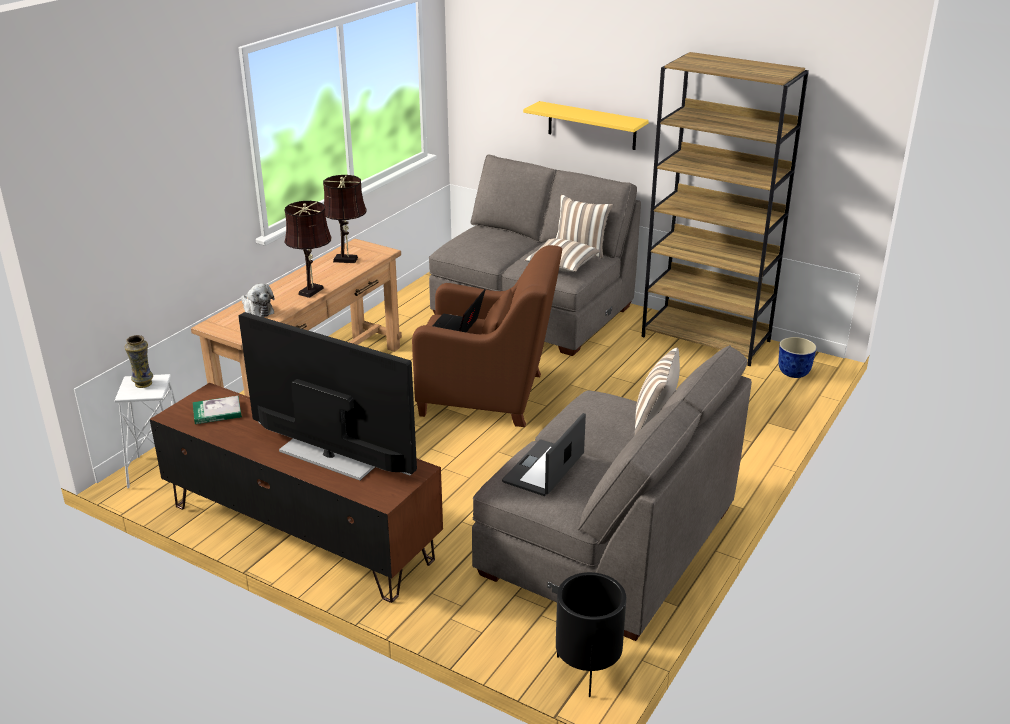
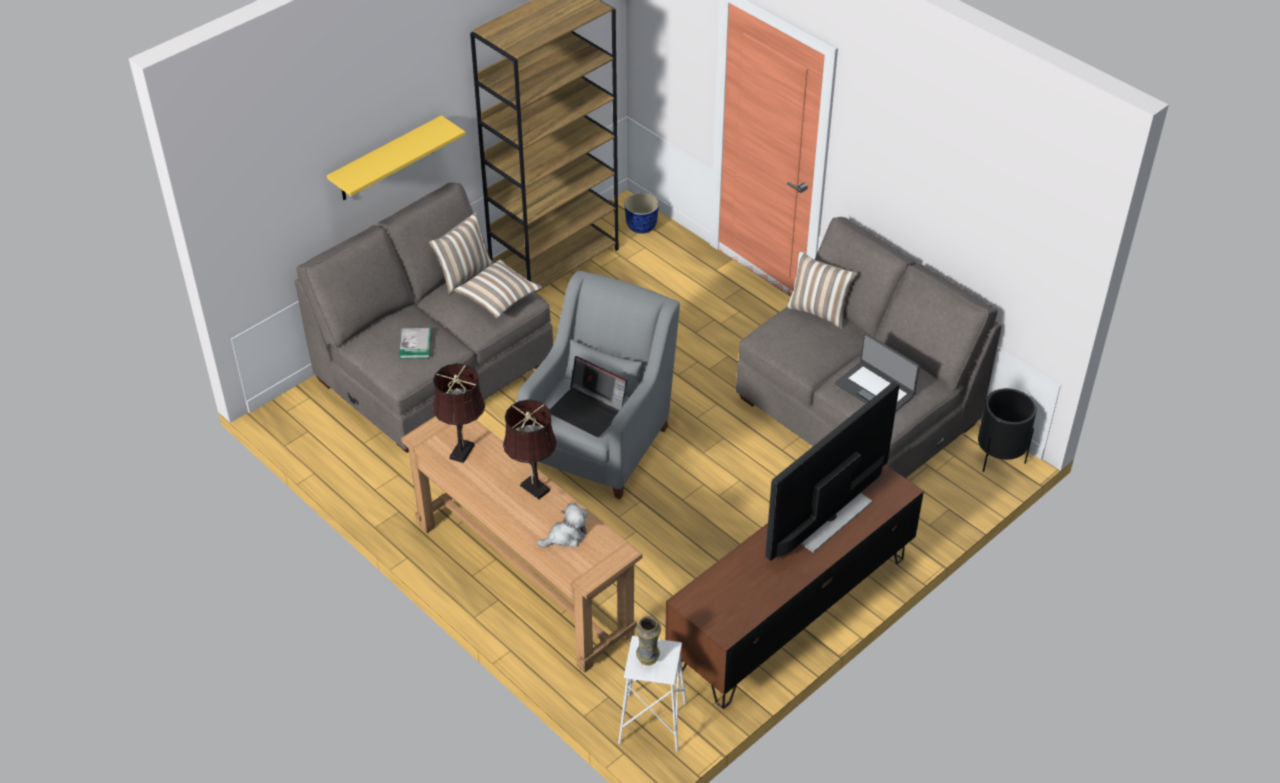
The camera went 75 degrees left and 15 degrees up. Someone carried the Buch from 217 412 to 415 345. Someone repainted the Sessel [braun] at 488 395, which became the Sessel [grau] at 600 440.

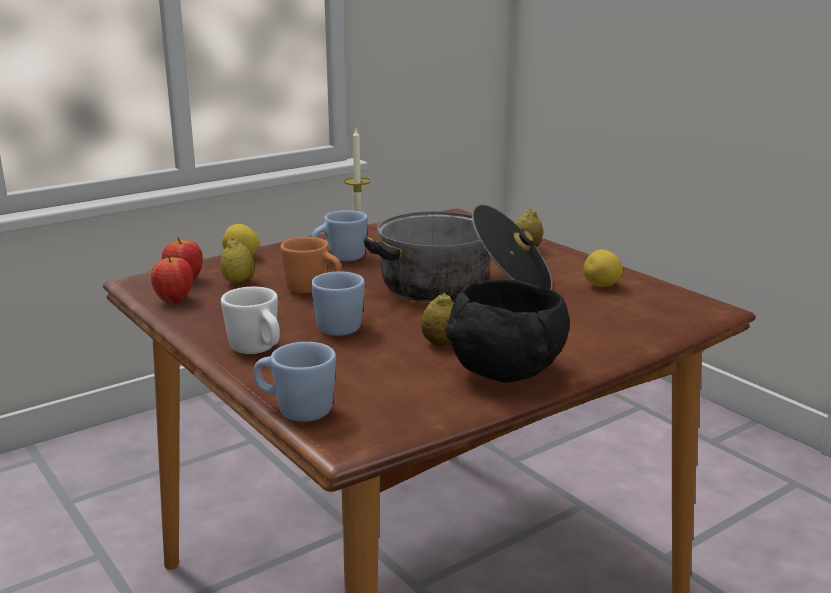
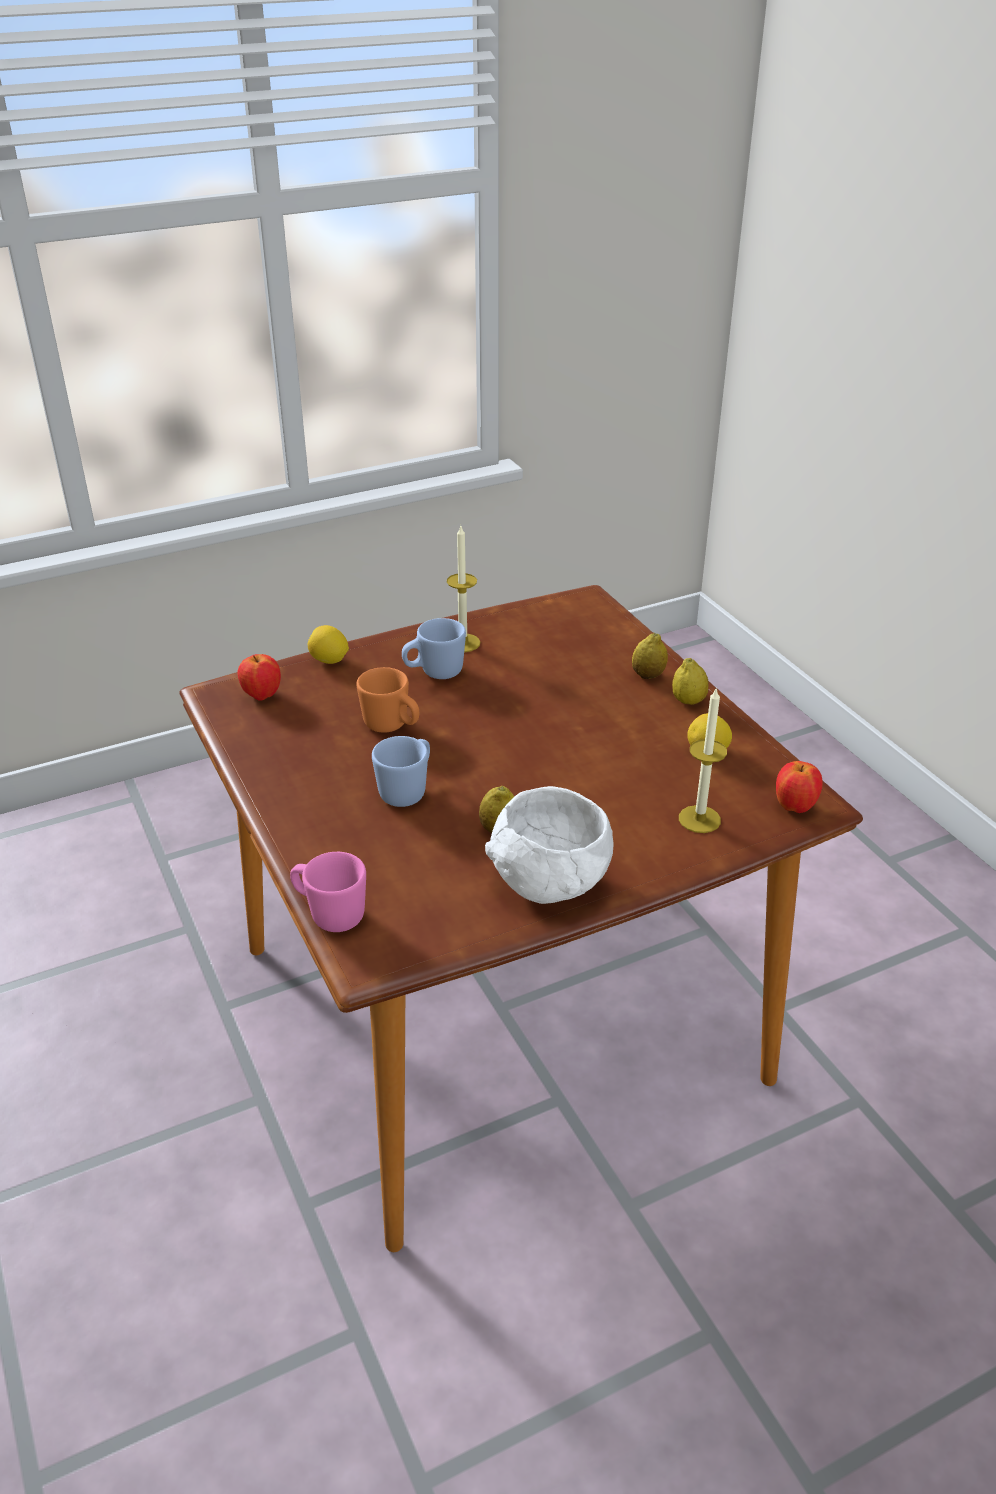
The camera went 10 degrees right and 15 degrees up. Someone repainted the Henkelbecher [blau] at 295 411, which became the Henkelbecher [rosa] at 329 914. Someone repainted the Schüssel [schwarz] at 506 374, which became the Schüssel [weiß] at 550 885. Someone carried the Zitrone from 239 282 to 688 701. Someone put down the Kerze at 699 819. Someone carried the Apfel from 174 300 to 794 807. Someone took away the Henkelbecher [weiß] at 258 350. Someone took away the Kochtopf at 462 287.

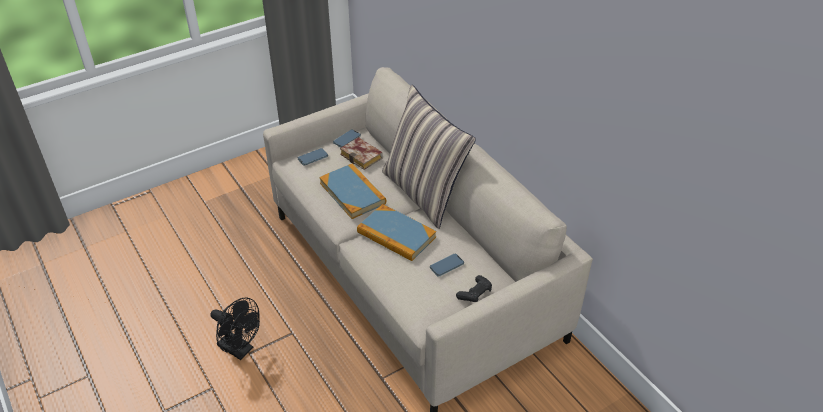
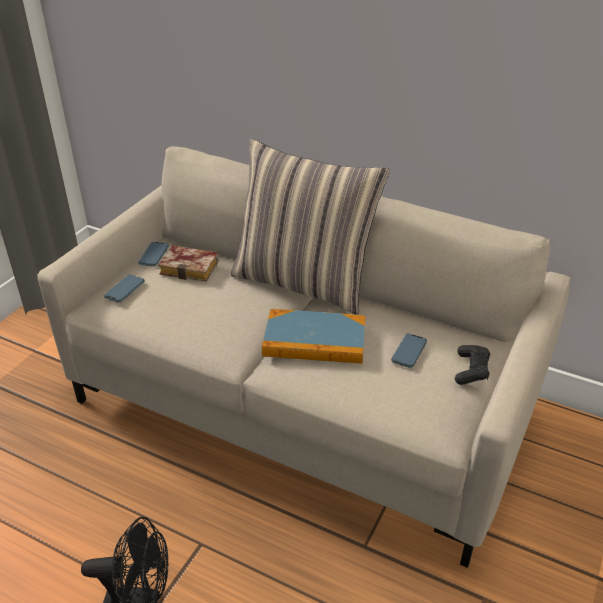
The camera went 30 degrees left and 5 degrees down. Someone took away the Buch at 352 193.

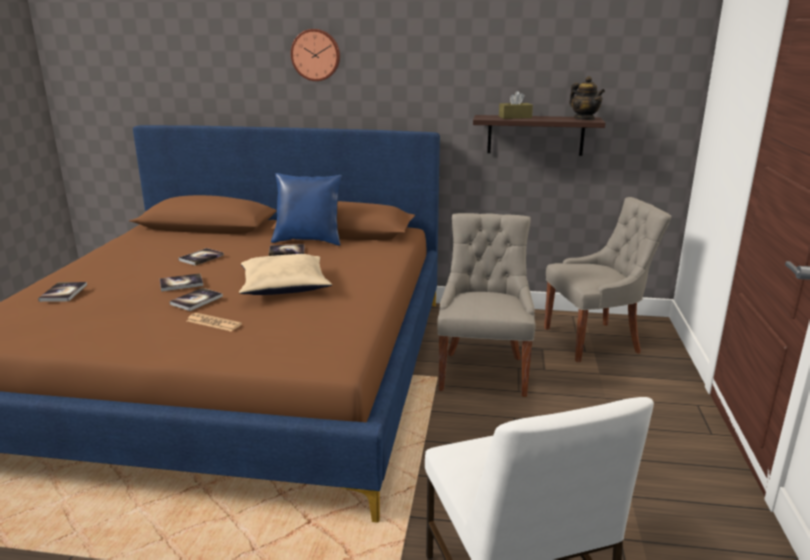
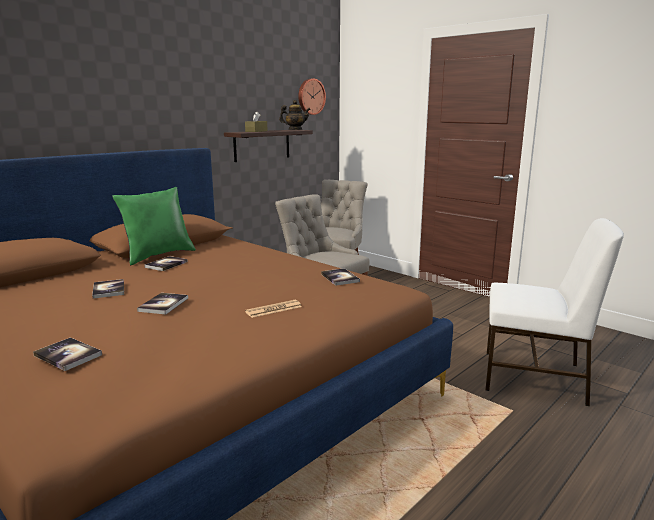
The camera went 55 degrees left and 5 degrees down. Someone repainted the Kissen [blau] at 309 241, which became the Kissen [grün] at 158 255. Someone carried the Wanduhr from 316 55 to 310 96. Someone carried the Buch from 196 300 to 340 278. Someone took away the Kissen [beige] at 285 286.

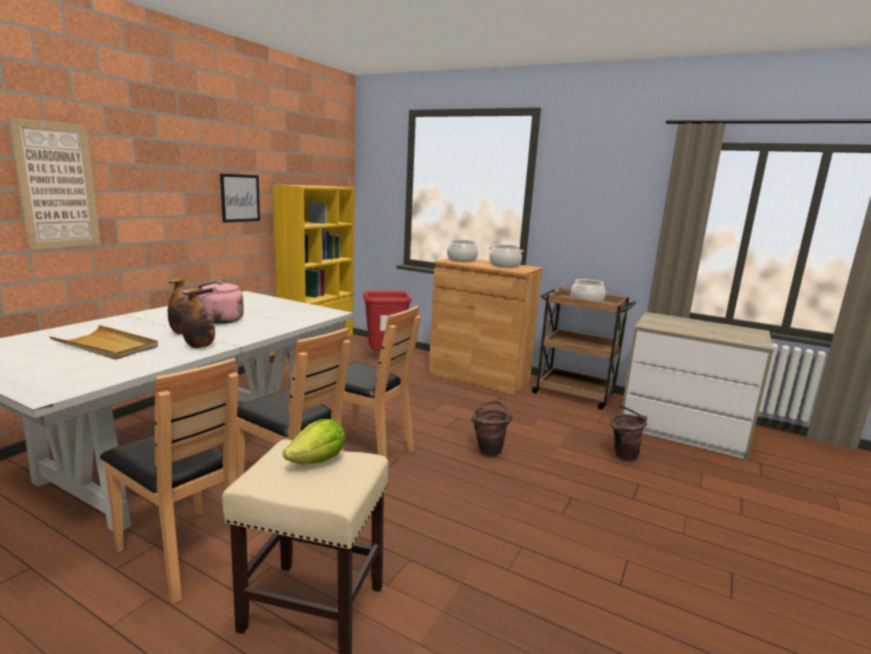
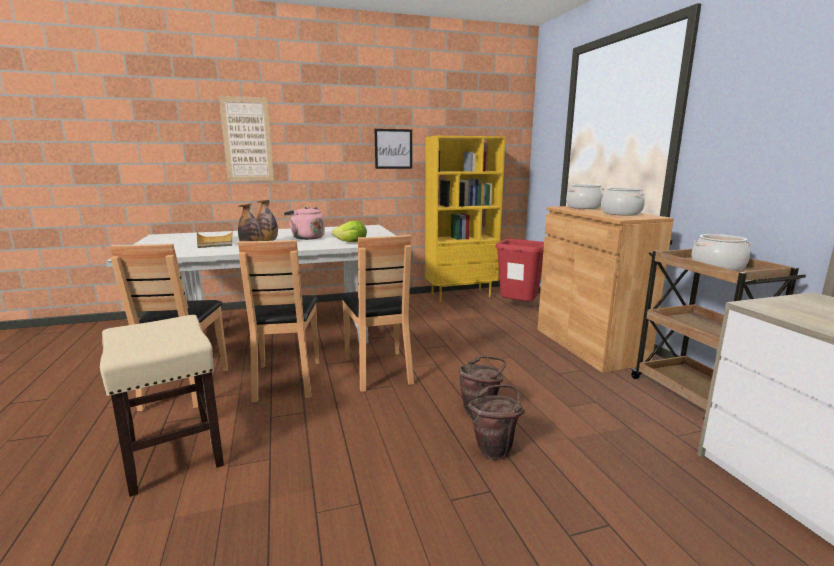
The camera went 45 degrees right and 0 degrees up. Someone carried the Salatkopf from 318 461 to 351 242. Someone carried the Eimer [braun] from 622 454 to 495 449.

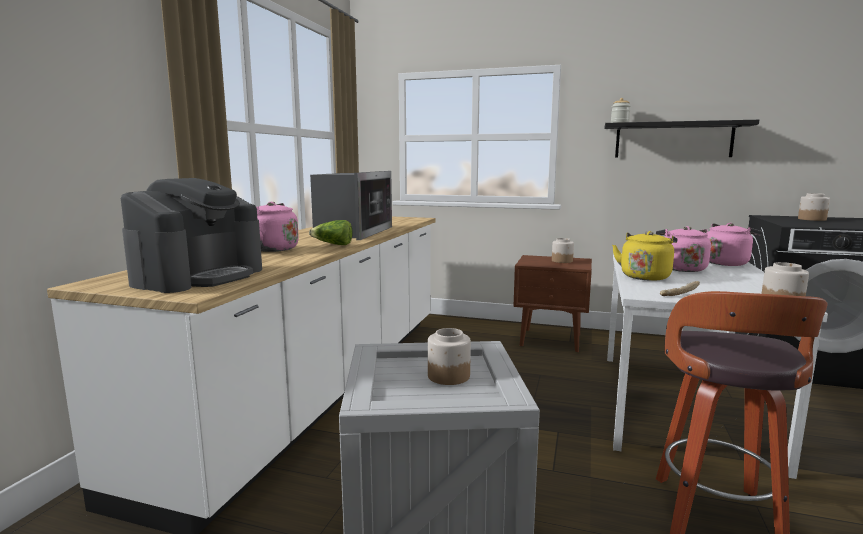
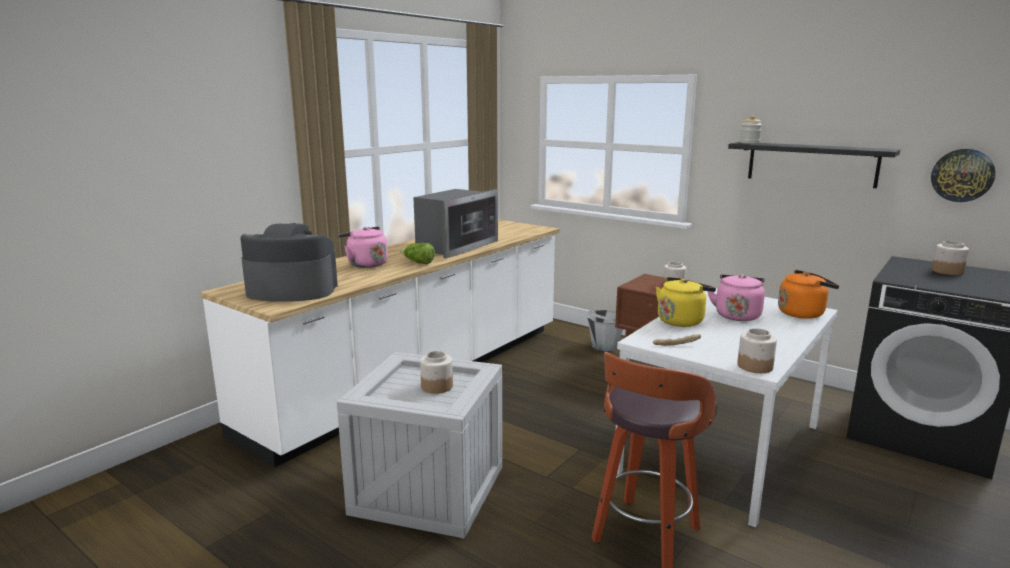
The camera went 20 degrees right and 5 degrees up. Someone rotated the Kaffeemaschine at 199 276 by 135 degrees counterclockwise. Someone put down the Eimer [grau] at 604 346. Someone repainted the Wasserkessel [rosa] at 726 263, which became the Wasserkessel [orange] at 803 313. Someone put up the Wanduhr at 962 175.

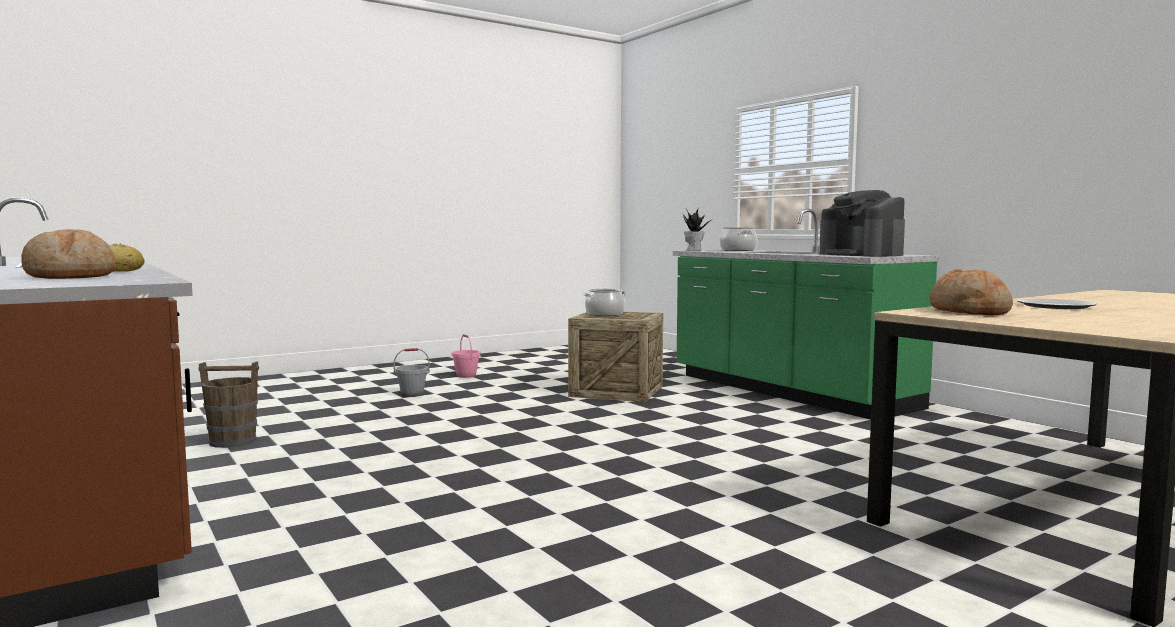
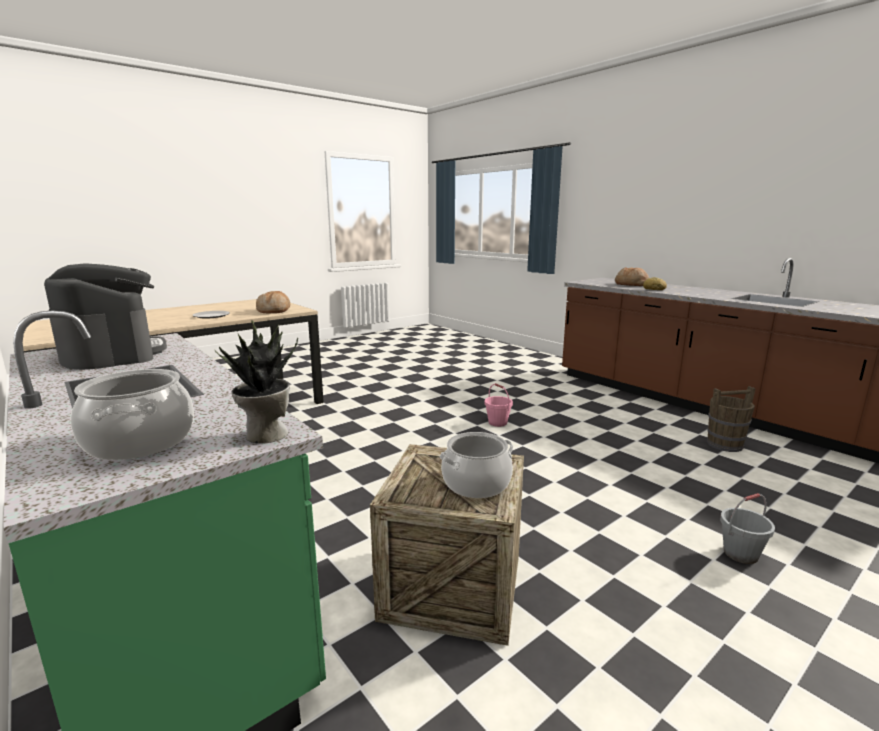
The camera went 175 degrees right and 10 degrees up. Someone carried the Eimer [rosa] from 466 375 to 498 423.

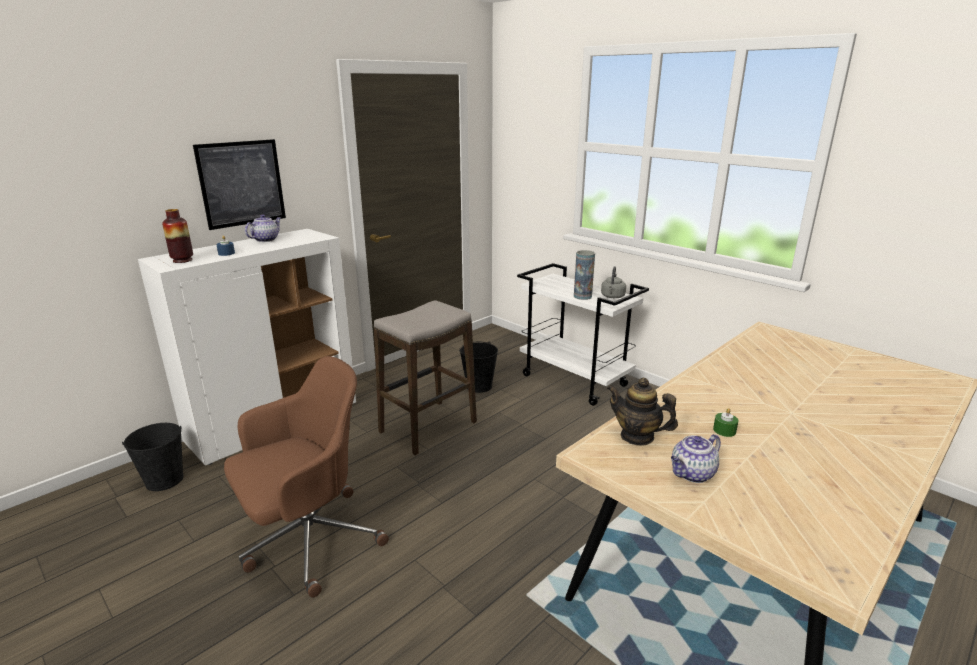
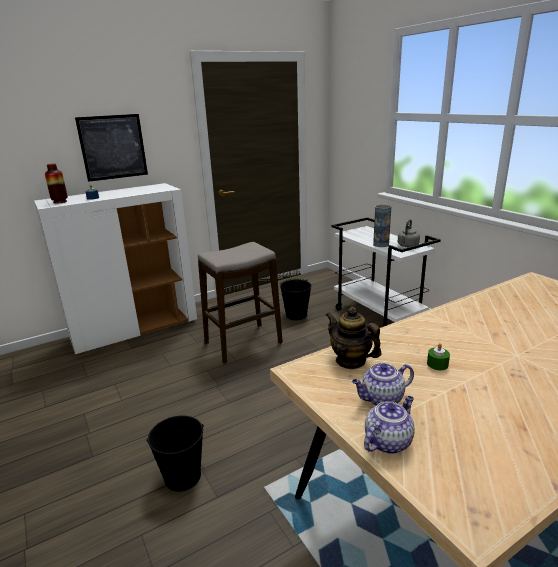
The camera went 15 degrees right and 0 degrees up. Someone carried the Eimer [schwarz] from 164 480 to 182 476. Someone carried the Teekanne from 266 239 to 388 441. Someone took away the Bürostuhl [braun] at 308 540.

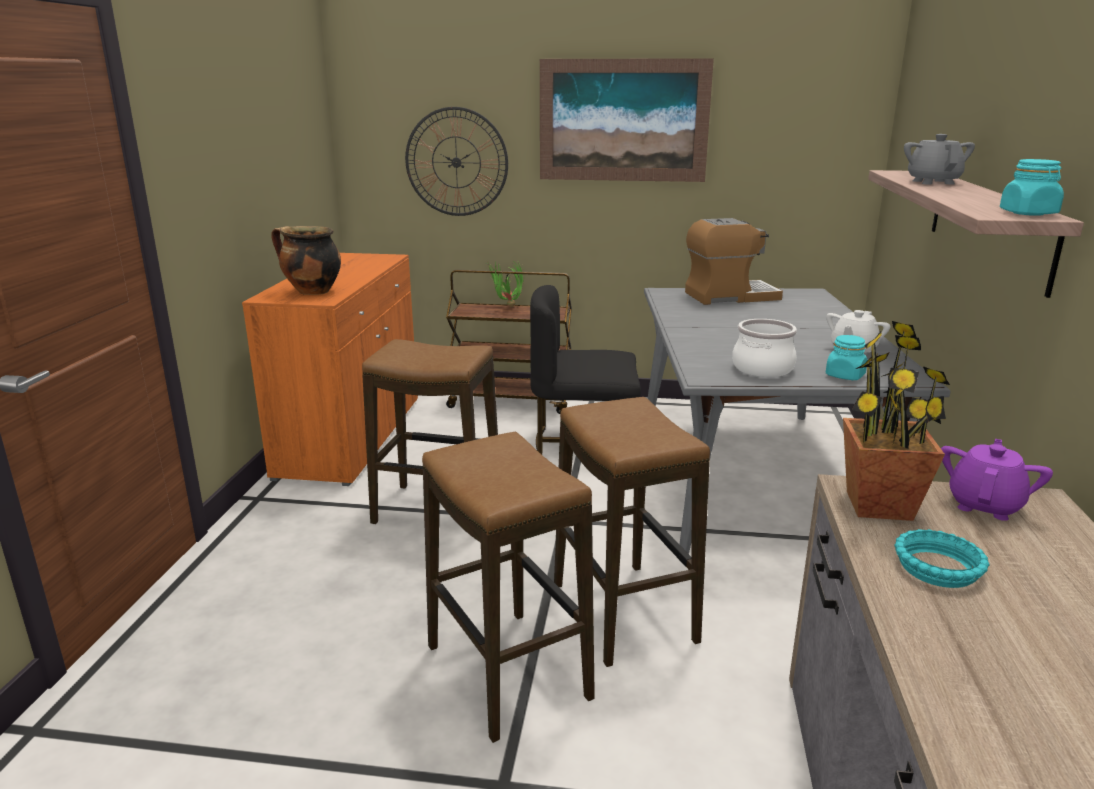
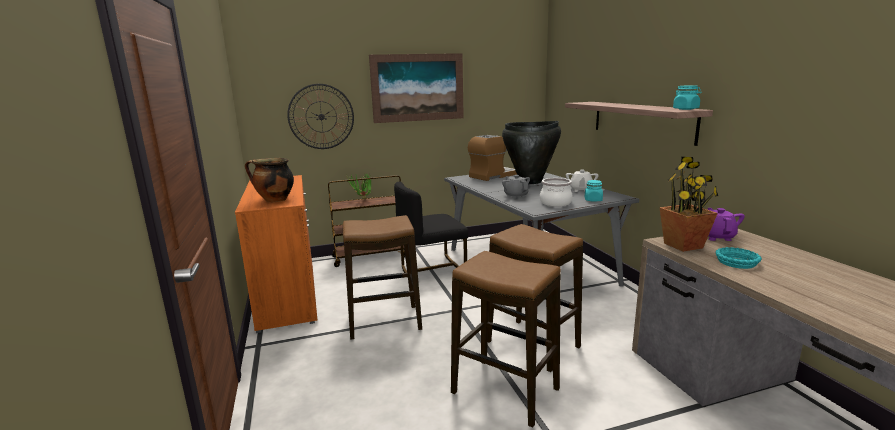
The camera went 25 degrees left and 5 degrees down. Someone put down the Vase [schwarz] at 530 181. Someone carried the Teekanne [grau] from 933 182 to 516 196.

